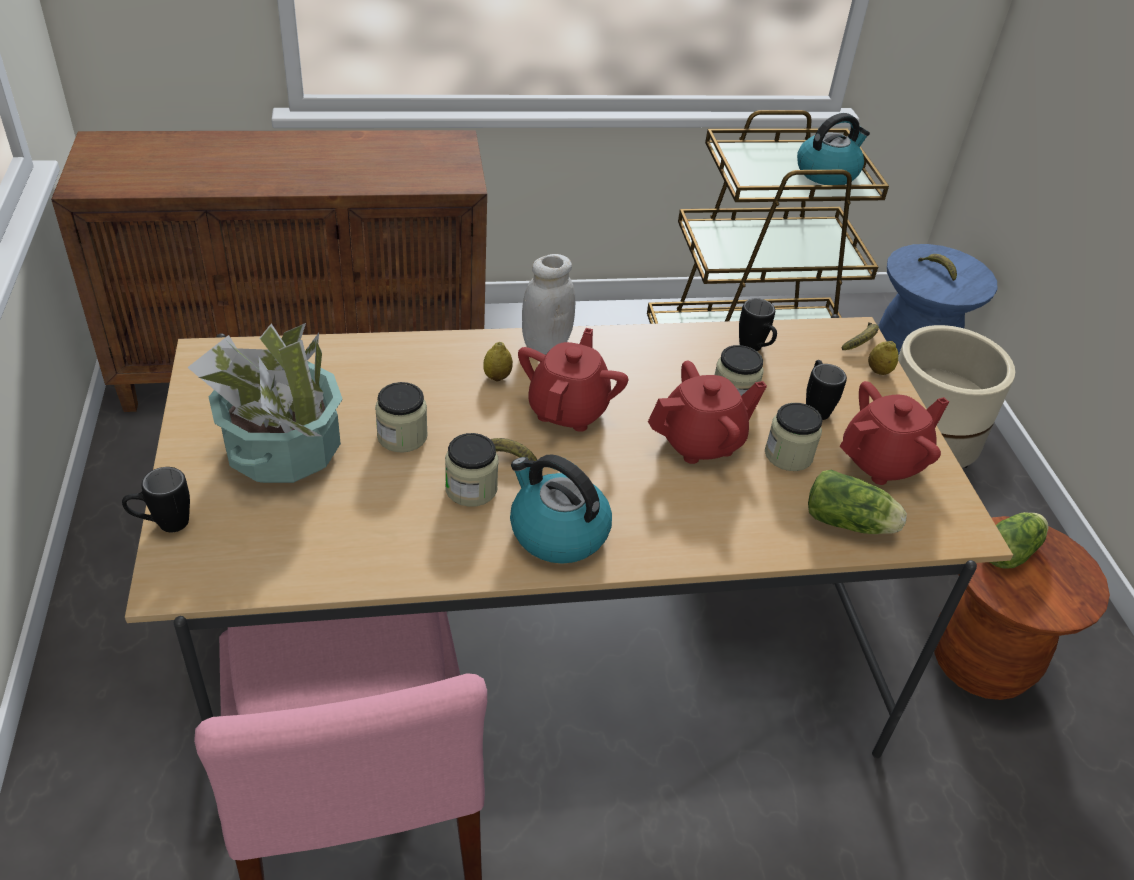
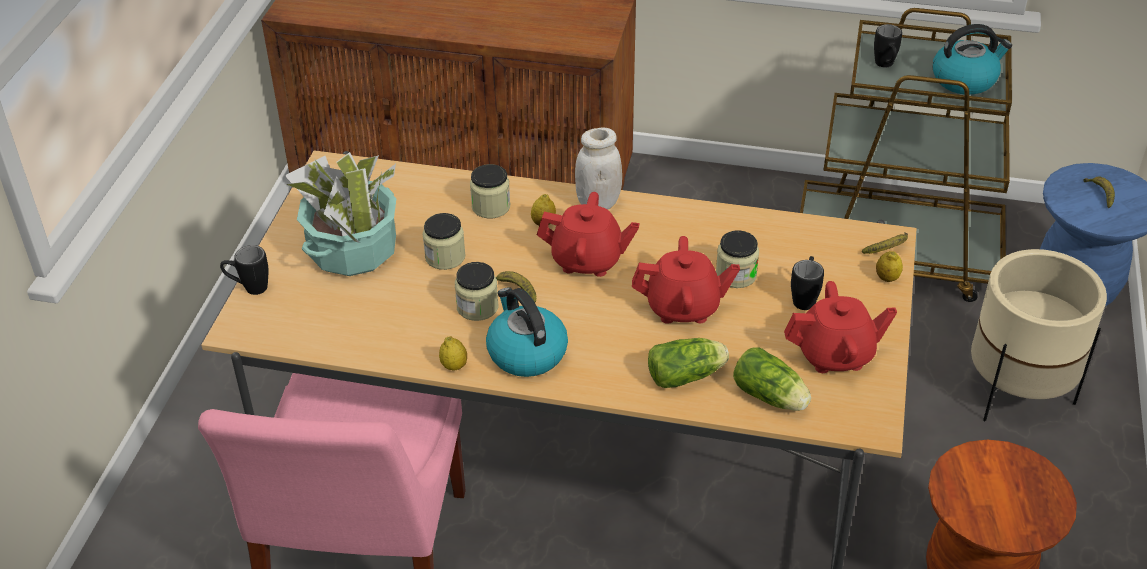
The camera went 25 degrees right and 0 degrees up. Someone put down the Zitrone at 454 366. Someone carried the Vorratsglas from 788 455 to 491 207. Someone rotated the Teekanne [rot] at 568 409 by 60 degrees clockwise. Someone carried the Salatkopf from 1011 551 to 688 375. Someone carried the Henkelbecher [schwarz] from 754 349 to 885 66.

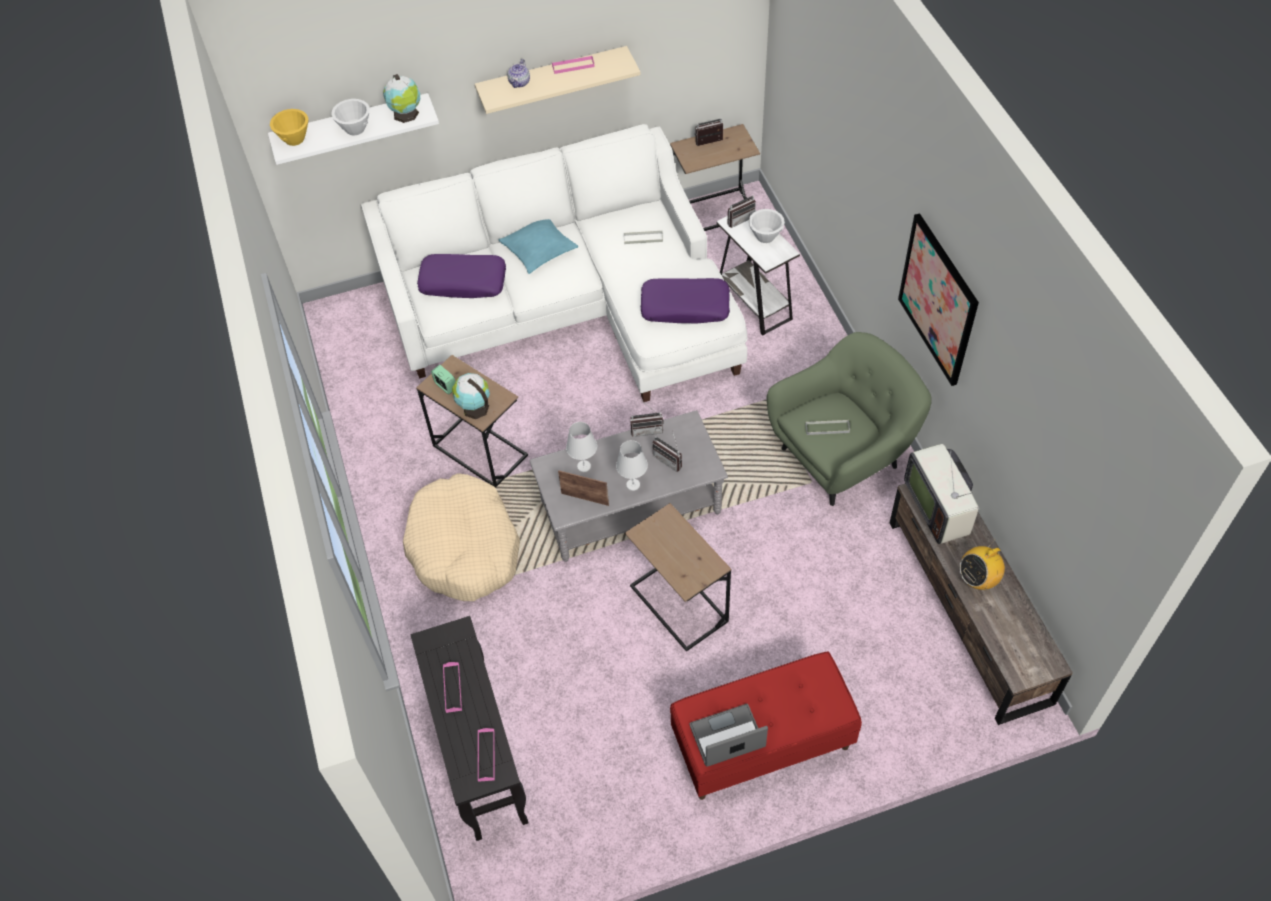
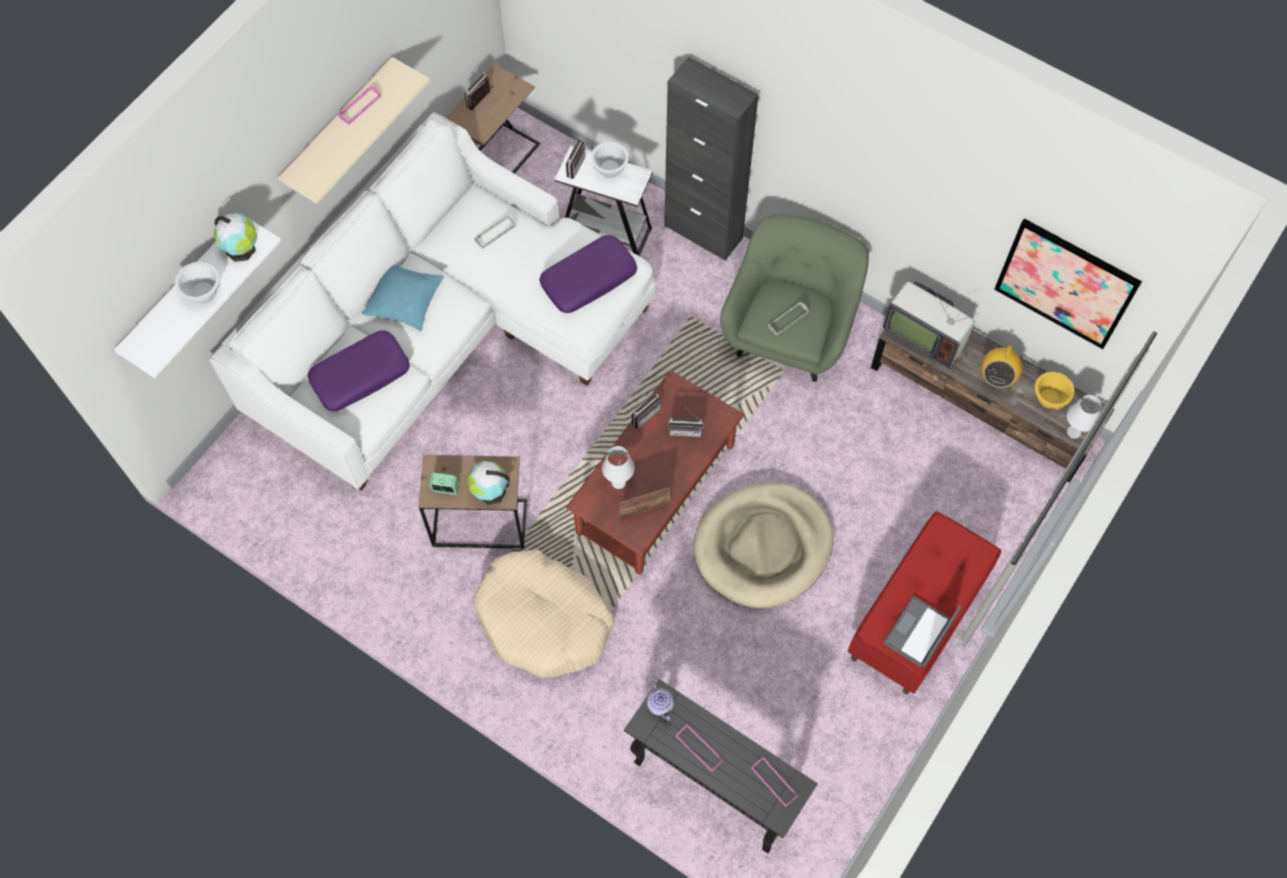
The camera went 40 degrees left and 10 degrees up. Someone repainted the Couchtisch [grau] at 631 507, which became the Couchtisch [braun] at 656 489. Someone carried the Teekanne from 519 83 to 660 705. Someone put down the Schrank [schwarz] at 703 232. Someone swapped the Beistelltisch [braun] at 679 603 for the Hundebett [beige] at 763 546. Someone carried the Bild from 938 300 to 1066 283. Someone carried the Schüssel [gelb] from 294 139 to 1048 400. Someone carried the Tischlampe [weiß] from 632 485 to 1073 432.

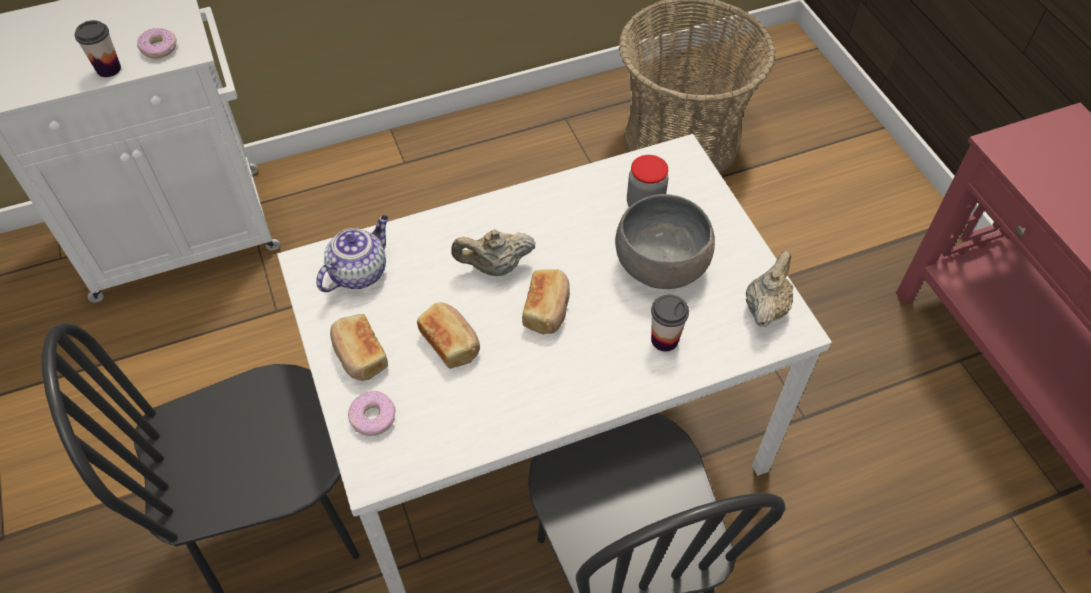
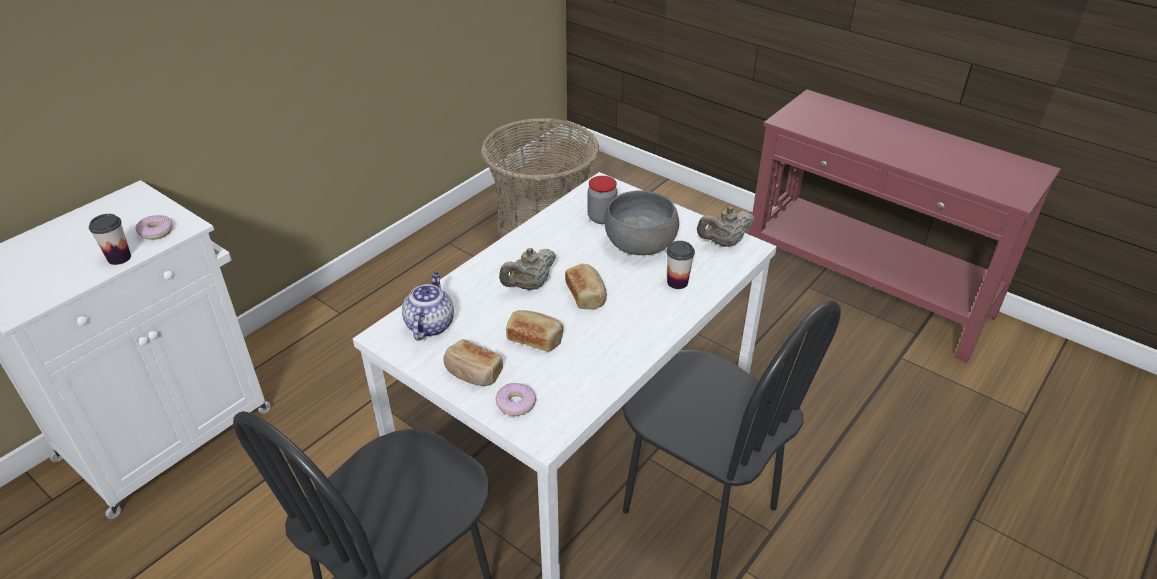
The camera went 30 degrees left and 15 degrees down. Someone rotated the Teekanne [beige] at 766 307 by 105 degrees counterclockwise.

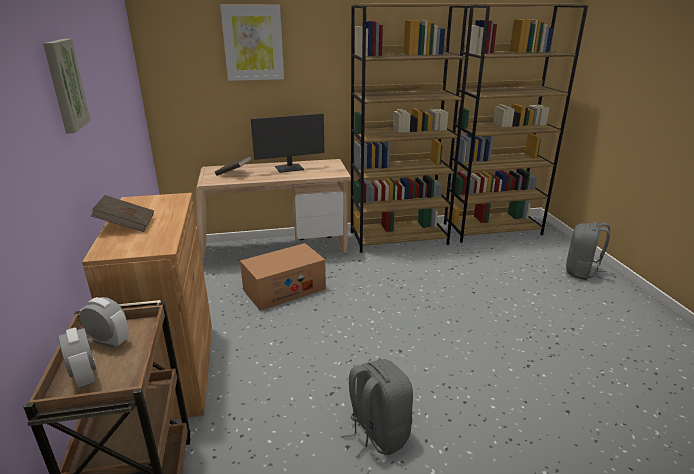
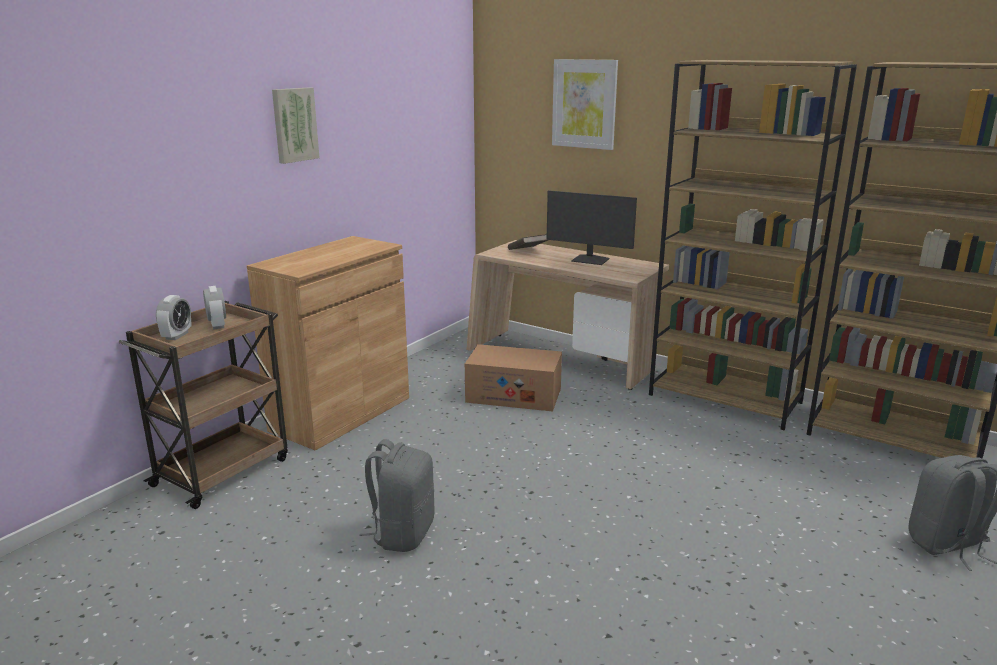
The camera went 45 degrees right and 5 degrees down. Someone took away the Buch [braun] at 126 225.

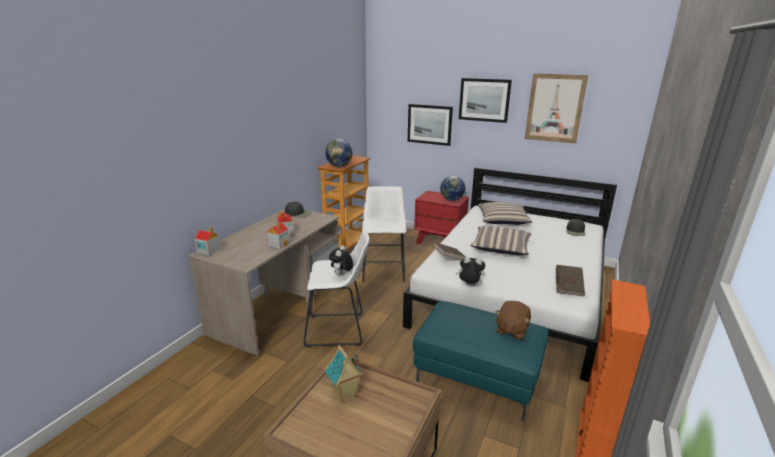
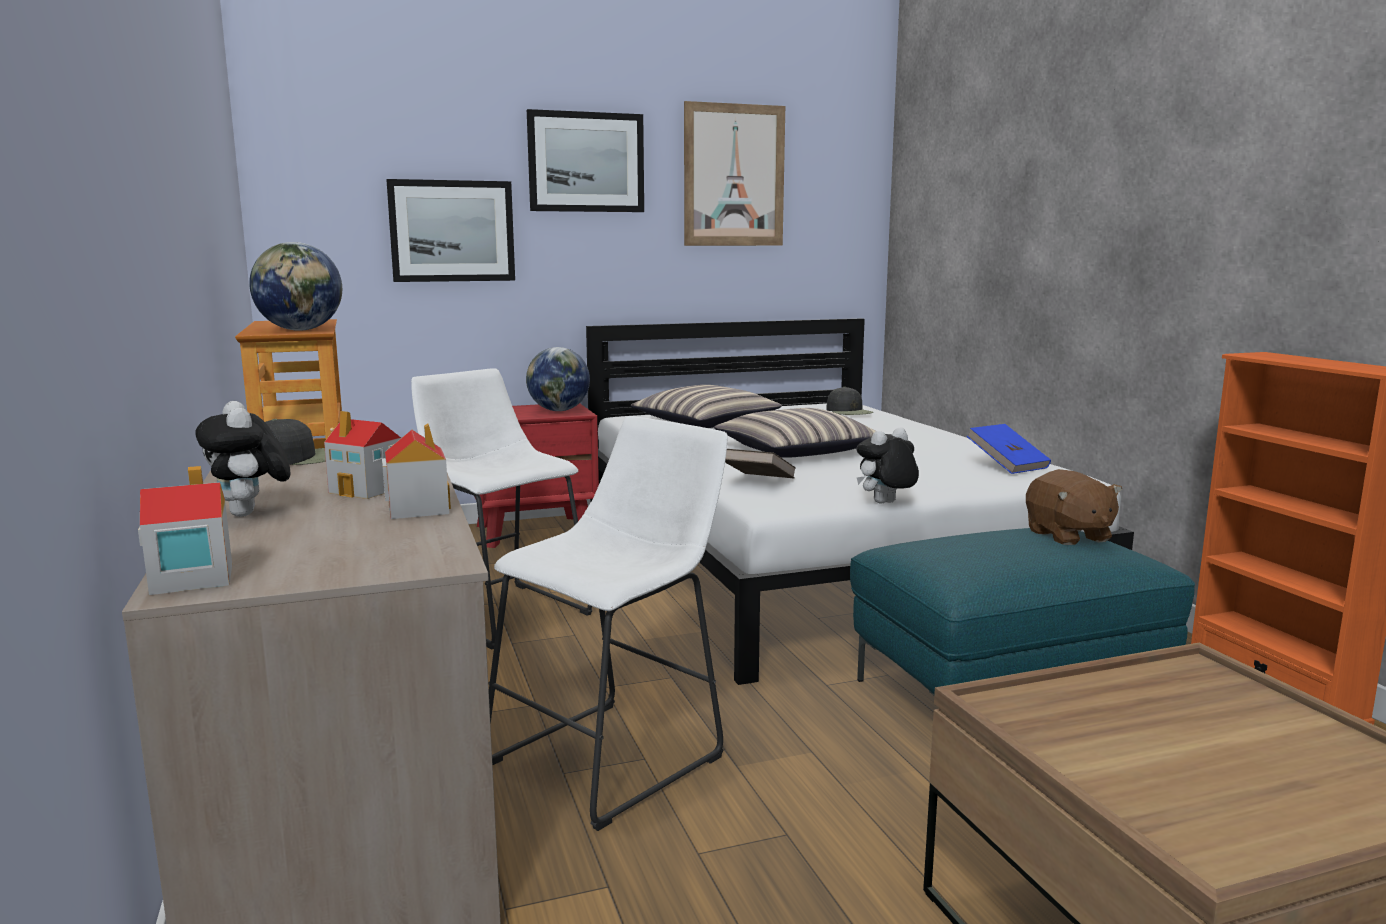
The camera went 45 degrees left and 10 degrees down. Someone carried the Plüschtier from 341 275 to 250 514. Someone repainted the Buch [braun] at 568 287, which became the Buch [blau] at 1007 465. Someone took away the Spielzeughaus at 345 394.

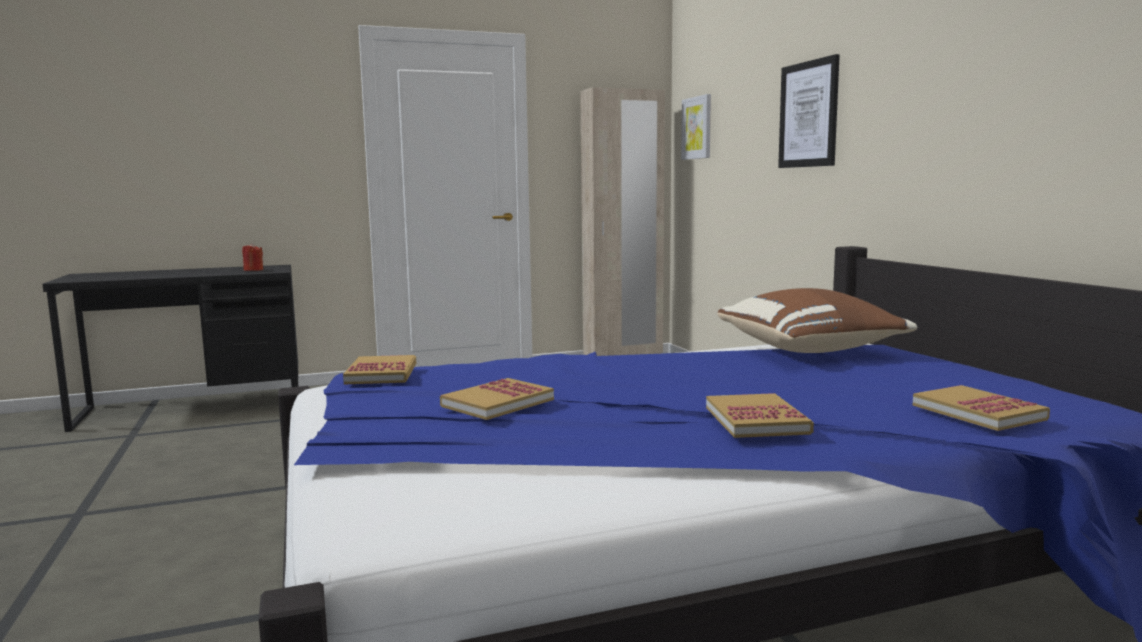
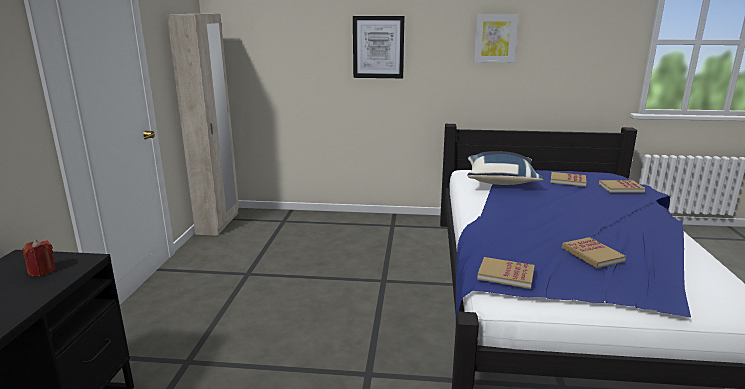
The camera went 65 degrees left and 10 degrees up. Someone repainted the Kissen [braun] at 811 350, which became the Kissen [blau] at 501 181. Someone carried the Bild from 697 128 to 495 38. Someone carried the Buch from 756 420 to 567 181.

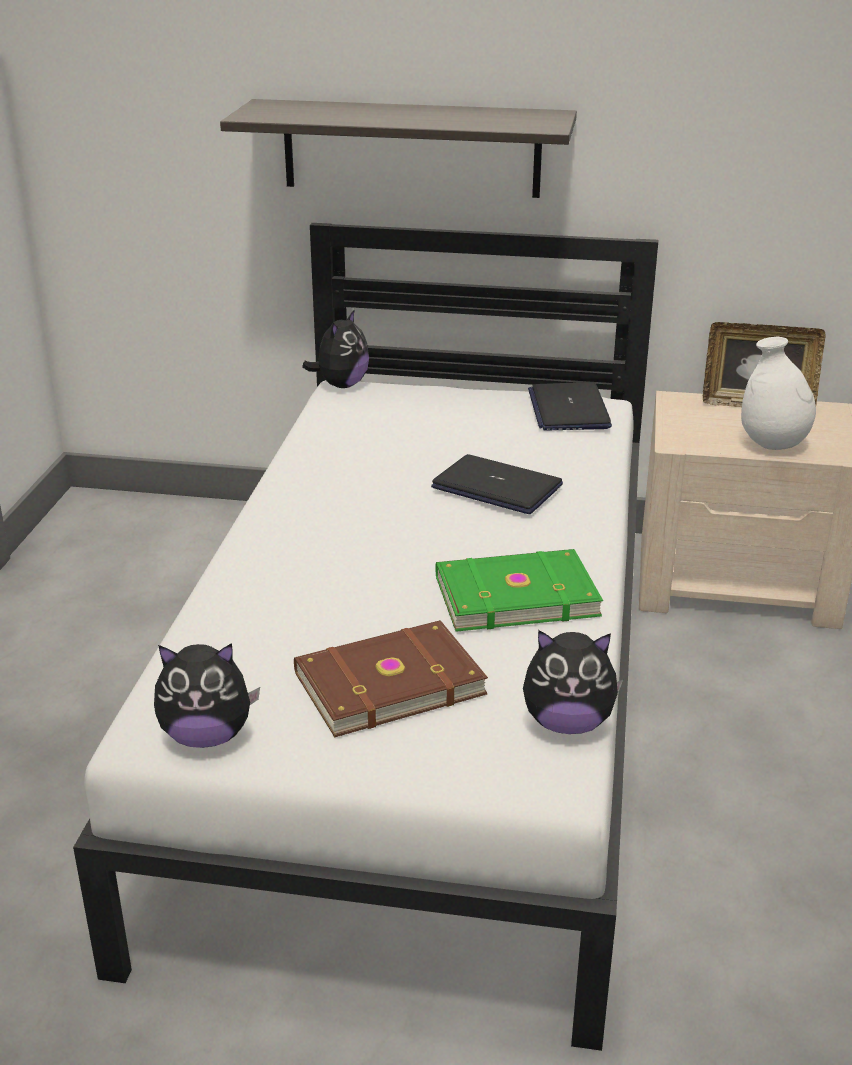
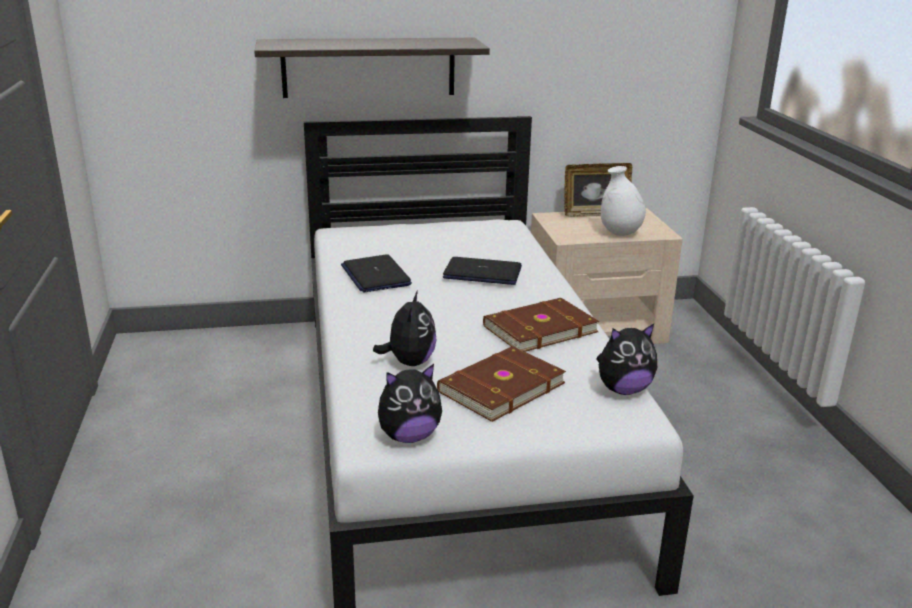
The camera went 20 degrees left and 5 degrees down. Someone carried the Laptop from 568 409 to 375 275. Someone carried the Plüschtier from 341 385 to 409 362. Someone repainted the Buch [grün] at 514 594, which became the Buch [braun] at 538 328.

